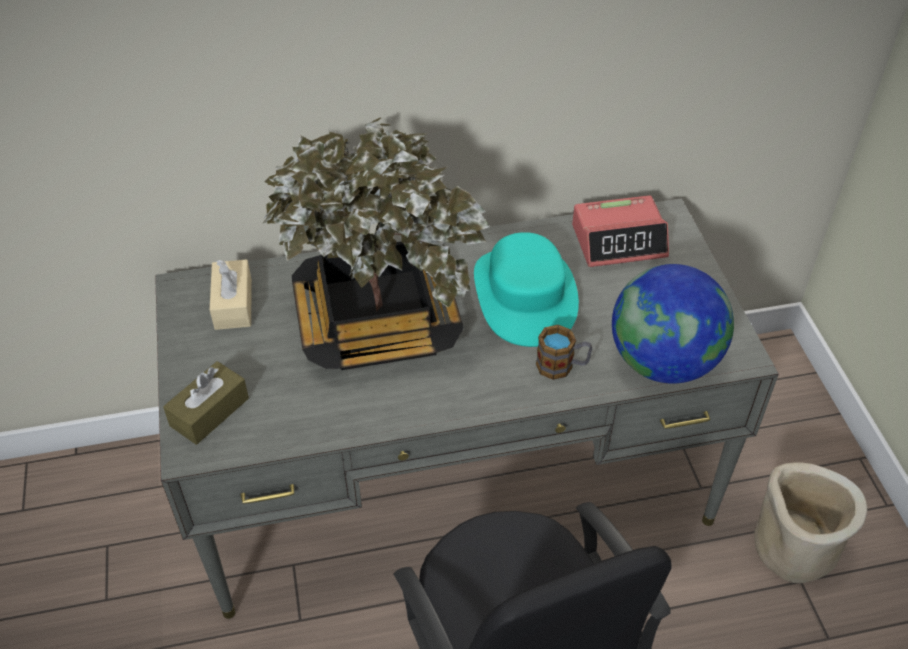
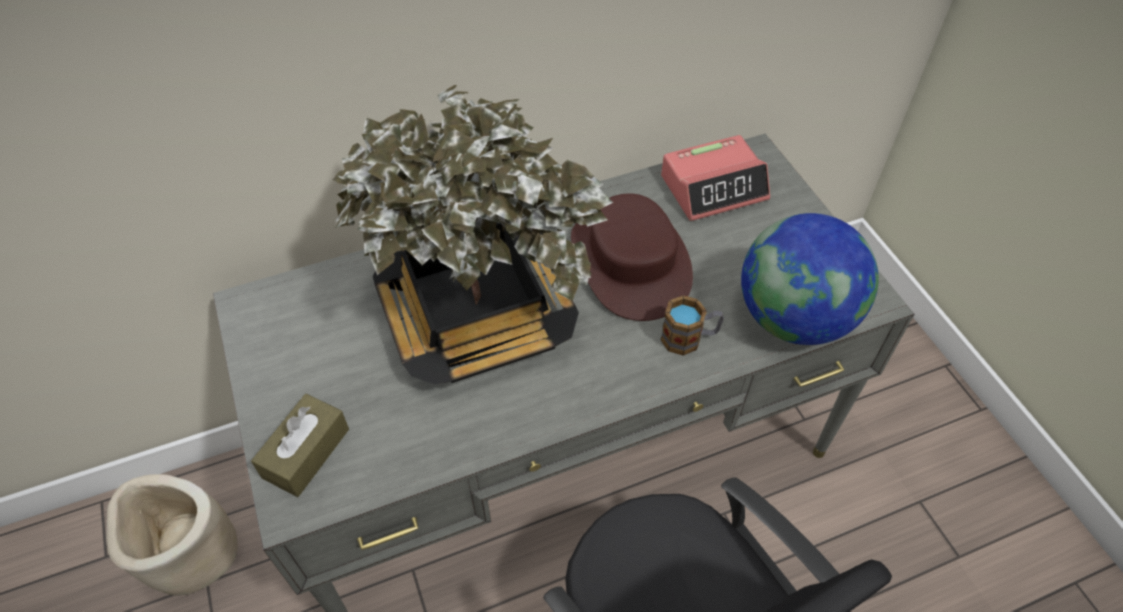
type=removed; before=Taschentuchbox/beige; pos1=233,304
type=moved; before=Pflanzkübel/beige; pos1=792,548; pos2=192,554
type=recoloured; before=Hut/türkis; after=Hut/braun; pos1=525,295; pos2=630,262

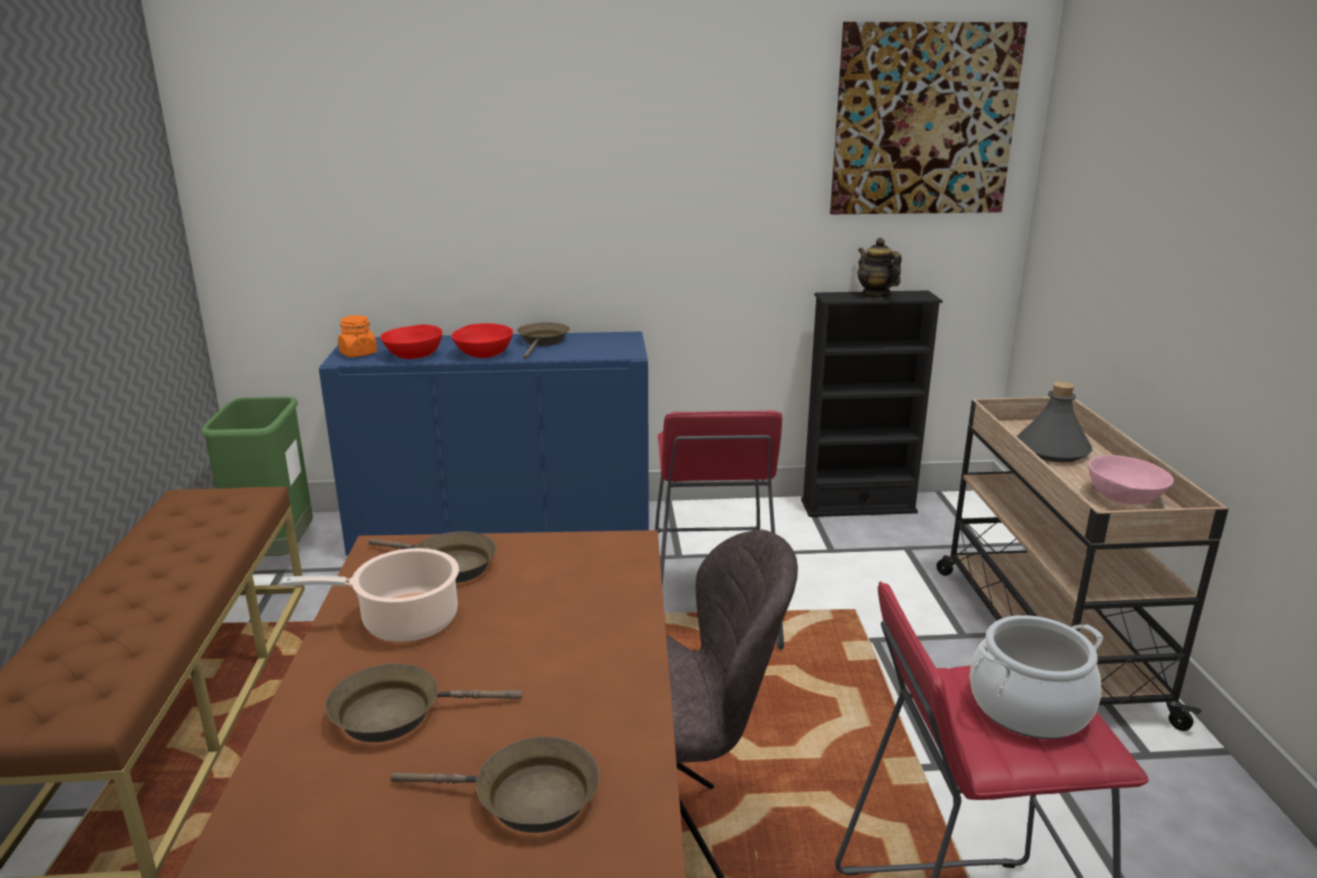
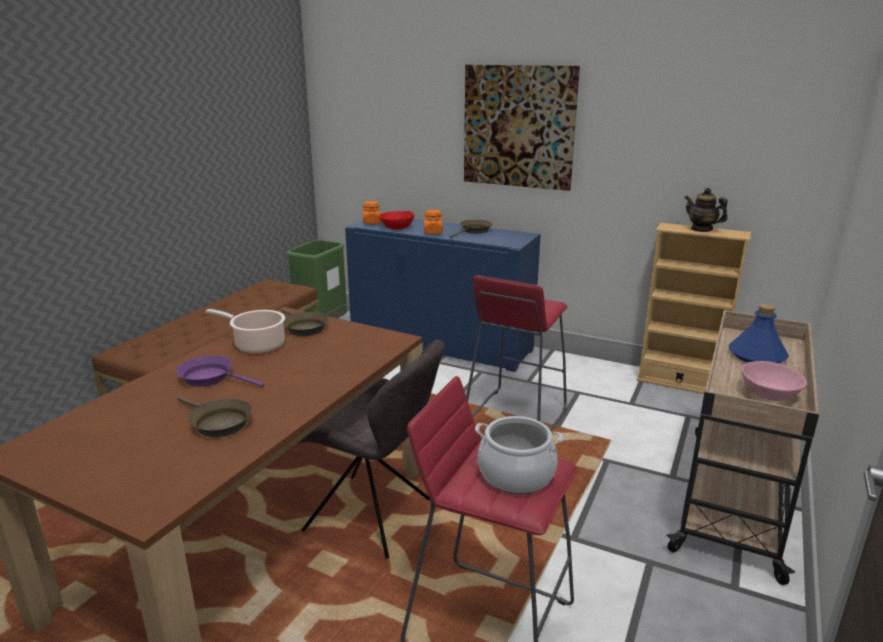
type=moved; before=Bild; pos1=924,120; pos2=518,127
type=replaced; before=Schüssel/rot; after=Vorratsglas/orange; pos1=484,354; pos2=433,232
type=recoloured; before=Pfanne/braun; after=Pfanne/lila; pos1=396,713; pos2=211,378
type=recoloured; before=Bücherregal/schwarz; after=Bücherregal/beige; pos1=858,506; pos2=679,383
type=recoloured; before=Flasche/grau; after=Flasche/blau; pos1=1051,450; pos2=756,356
type=turned; before=Teekanne; pos1=875,295; pos2=701,229; turn=-45

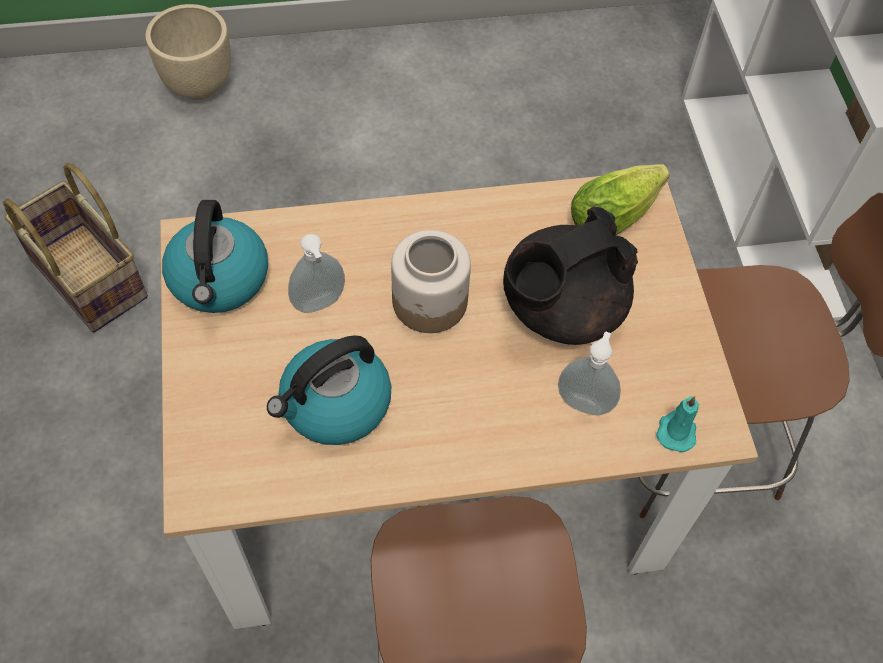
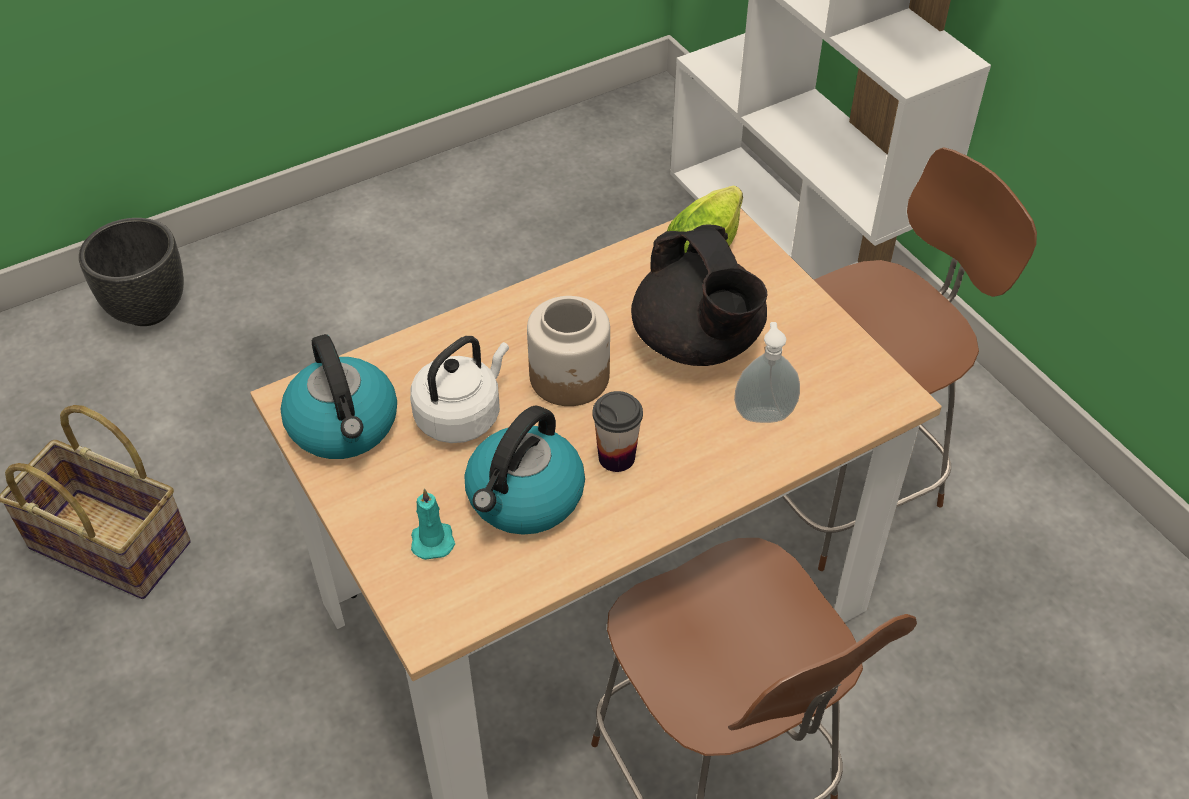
type=added; after=Tasse; pos2=616,457
type=moved; before=Kerze/türkis; pos1=676,431; pos2=432,539
type=replaced; before=Seifenspender; after=Wasserkessel/weiß; pos1=320,305; pos2=461,415
type=recoloured; before=Pflanzkübel/beige; after=Pflanzkübel/schwarz; pos1=199,86; pos2=149,310
type=turned; before=Teekanne/schwarz; pos1=560,309; pos2=698,343; turn=-60

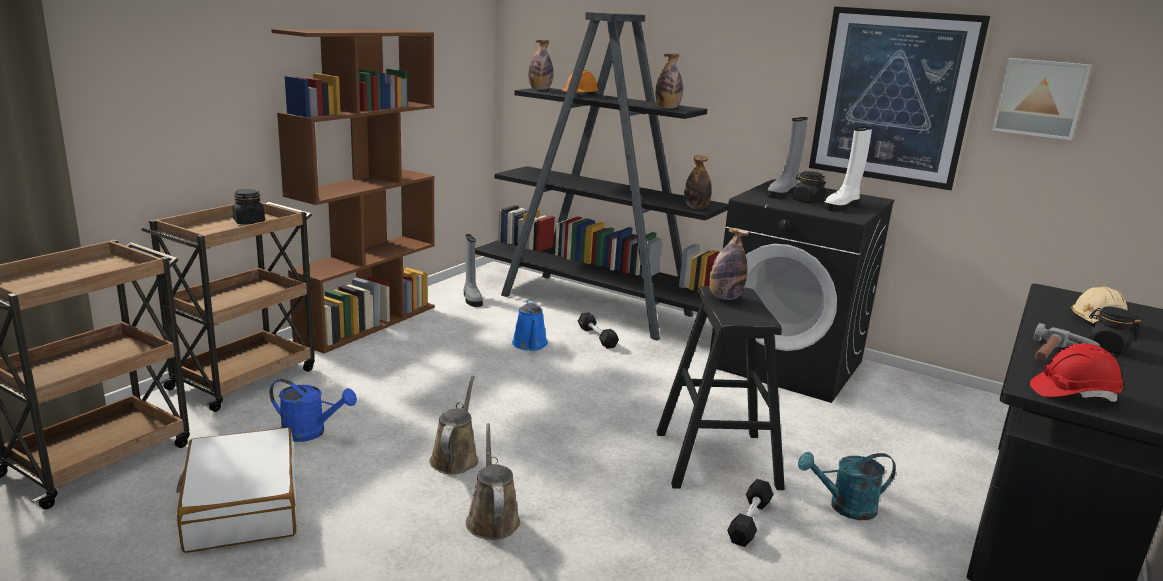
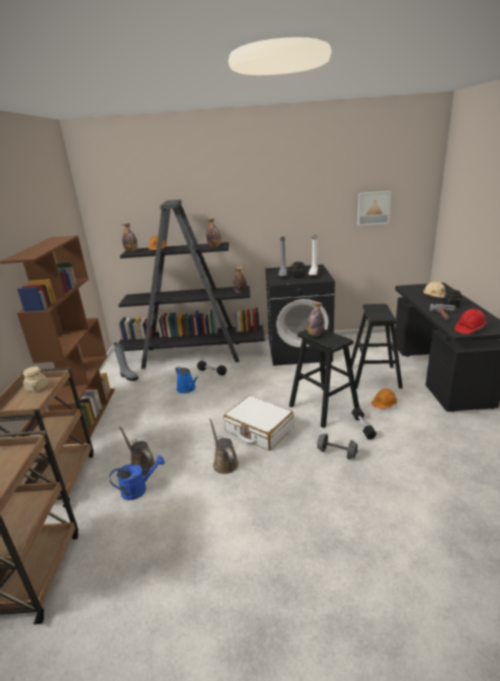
type=removed; before=Bild; pos1=893,97
type=added; after=Hantel/grau; pos2=336,453
type=added; after=Hocker/schwarz; pos2=374,377
type=moved; before=Koffer/weiß; pos1=241,506; pos2=259,430
type=moved; before=Gießkanne/braun; pos1=492,519; pos2=141,466
type=replaced; before=Gießkanne/türkis; after=Schutzhelm/orange; pos1=844,507; pos2=384,404
type=recoloured; before=Vorratsglas/schwarz; after=Vorratsglas/beige; pos1=249,222; pos2=36,387

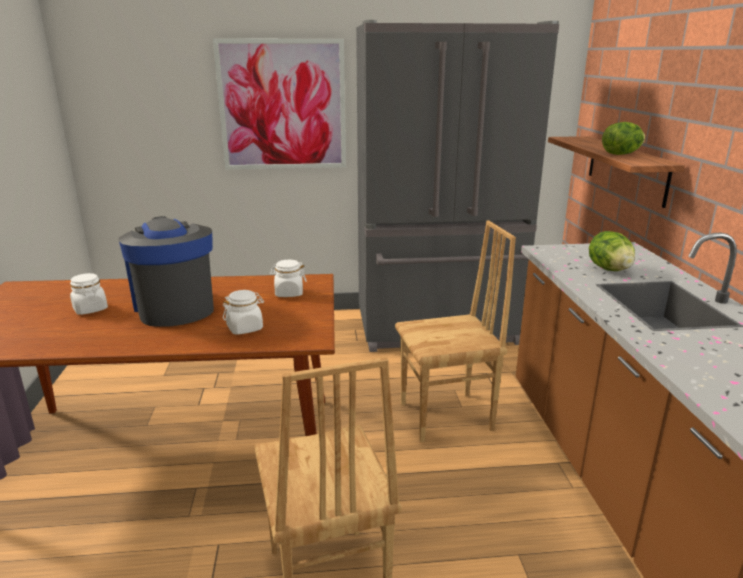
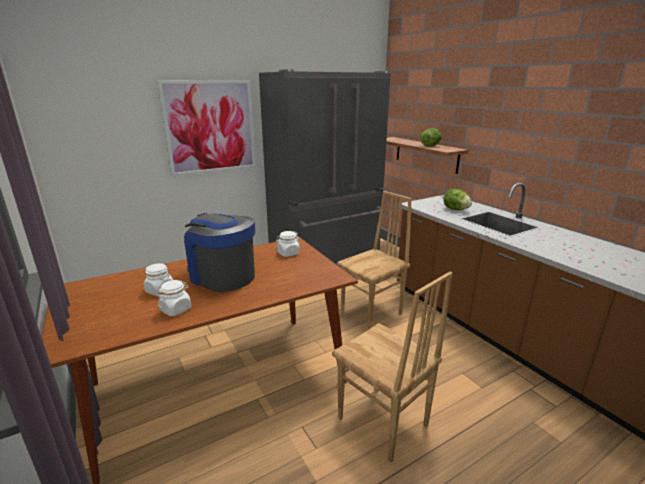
type=moved; before=Vorratsglas/weiß; pos1=245,328; pos2=176,309

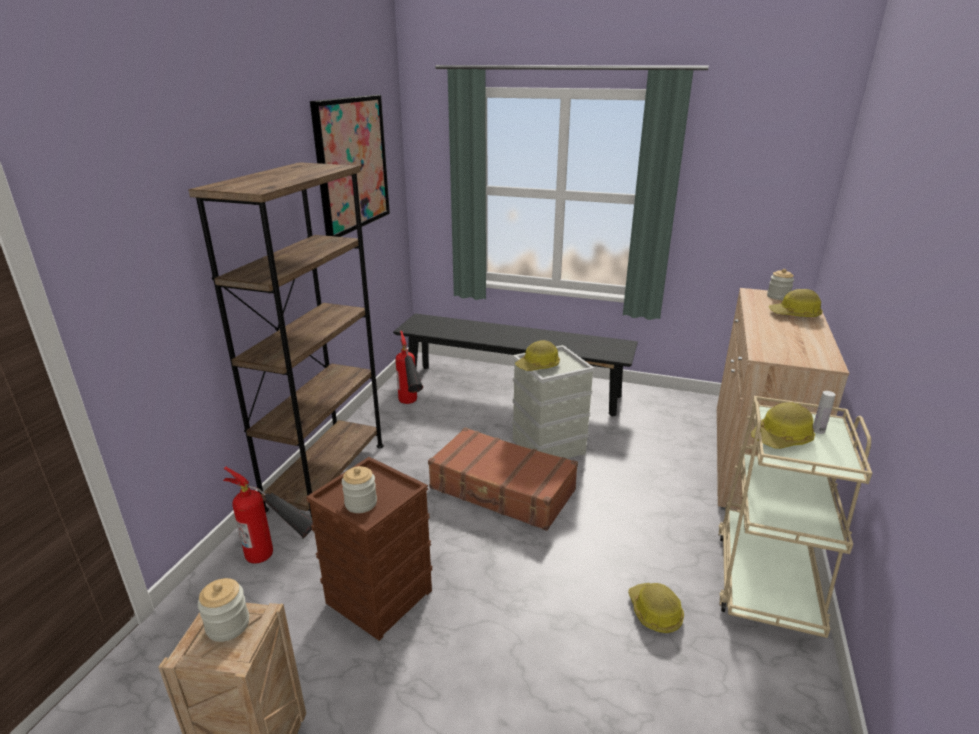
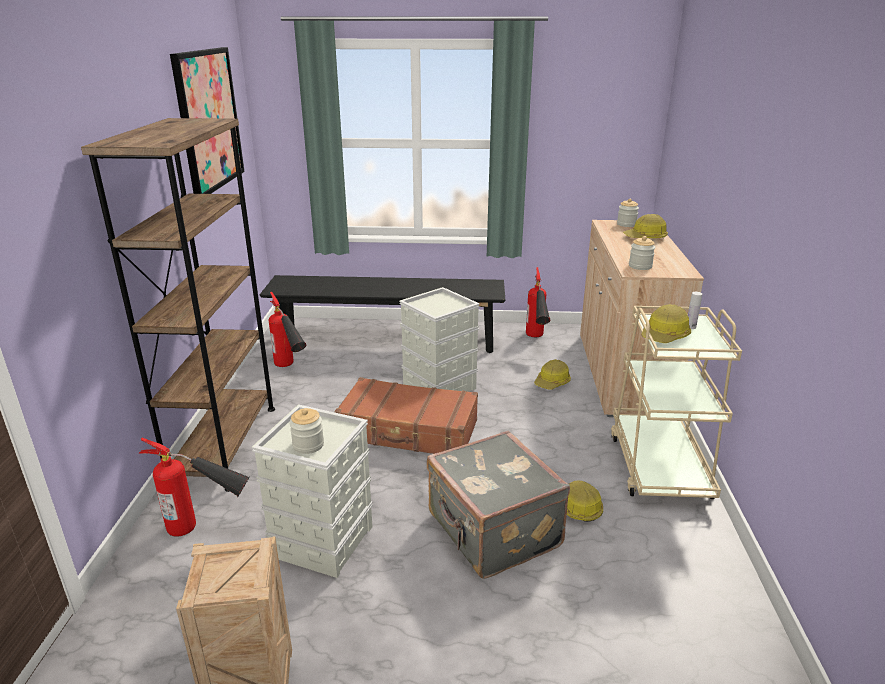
type=added; after=Koffer/grau; pos2=492,532
type=added; after=Feuerlöscher; pos2=536,341
type=moved; before=Vorratsglas; pos1=228,625; pos2=640,266
type=moved; before=Schutzhelm; pos1=538,366; pos2=552,382
type=recoloured; before=Aufbewahrungsbox/braun; after=Aufbewahrungsbox/grau; pos1=379,595; pos2=322,540

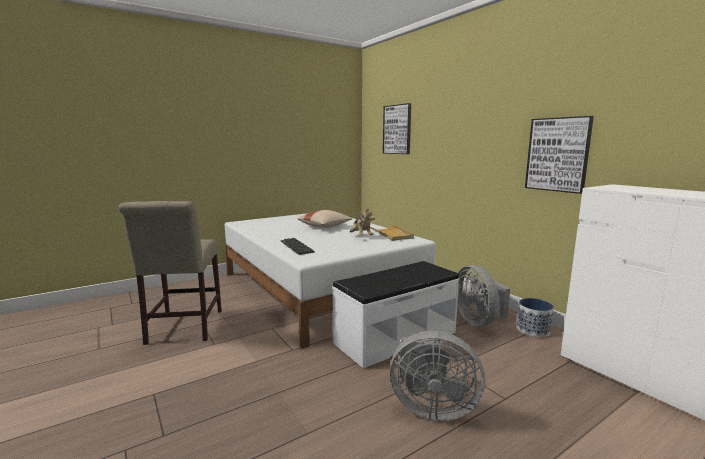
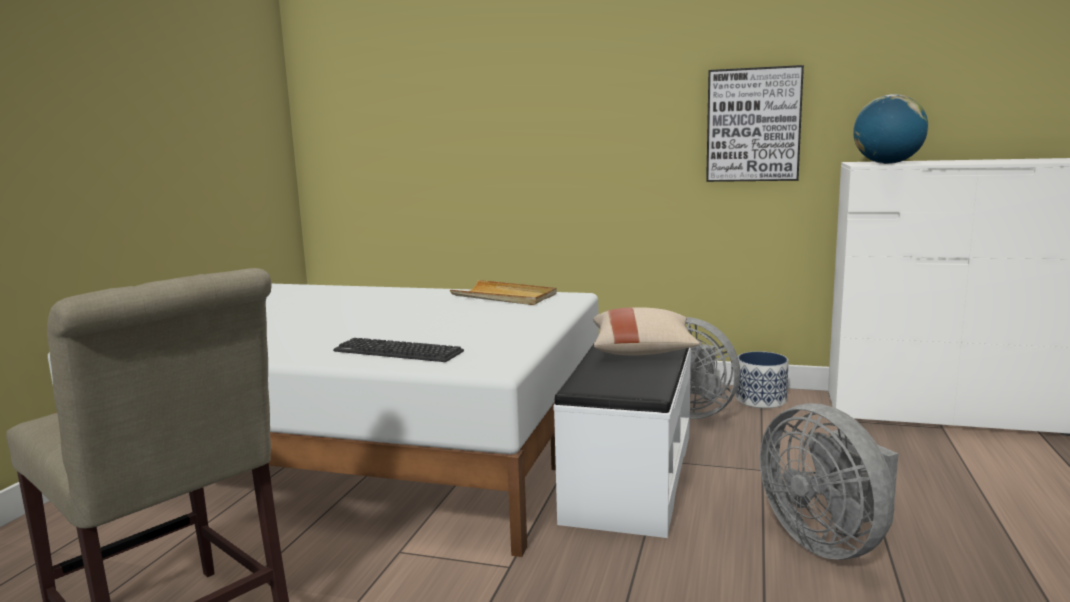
type=removed; before=Plüschtier; pos1=360,236
type=removed; before=Bild; pos1=397,129
type=added; after=Globus; pos2=887,163
type=moved; before=Kissen/beige; pos1=325,227; pos2=642,351
type=turned; before=Ventilator/grau; pos1=431,407; pos2=828,541; turn=90

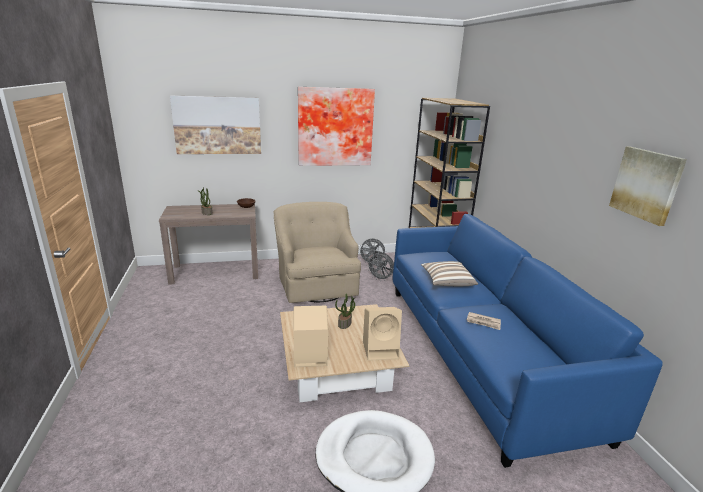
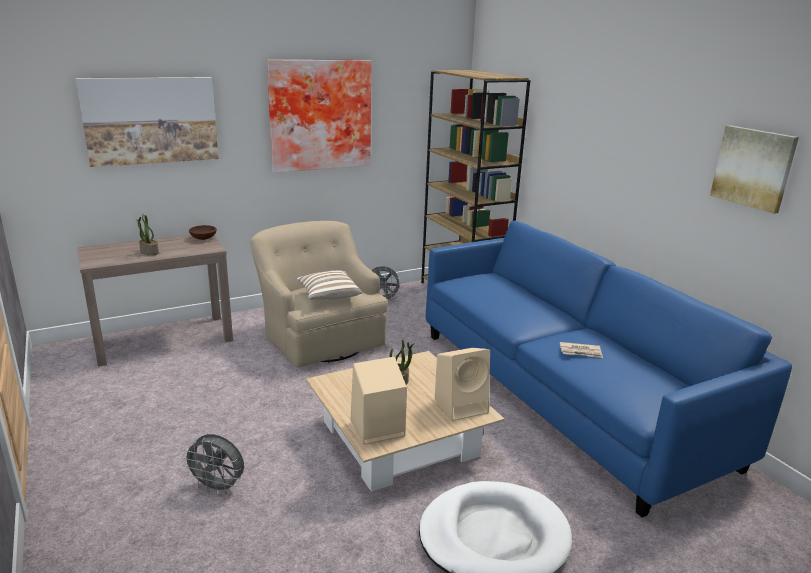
type=moved; before=Ventilator/grau; pos1=380,279; pos2=218,487
type=moved; before=Kissen; pos1=447,282; pos2=328,295

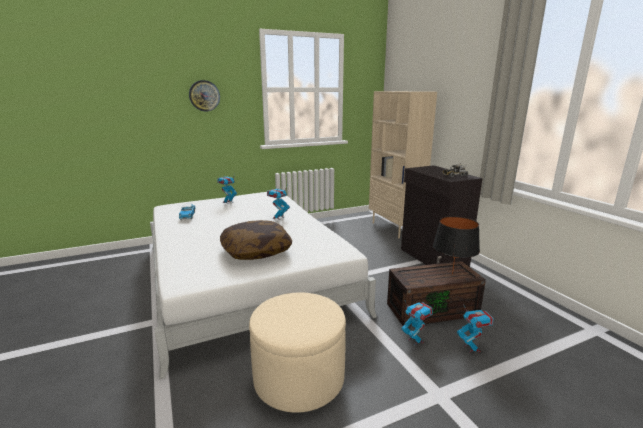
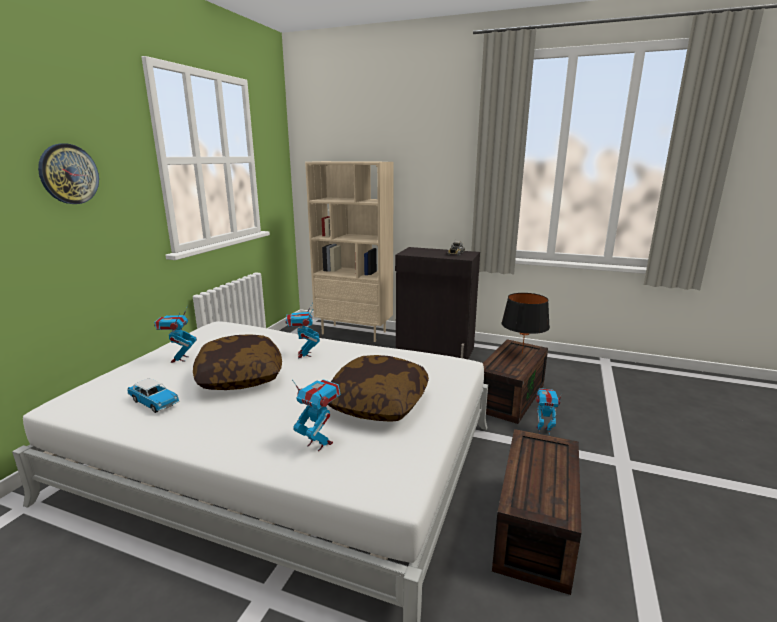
type=added; after=Kissen; pos2=240,377
type=moved; before=Spielzeugroboter; pos1=471,348; pos2=319,443
type=replaced; before=Polsterhocker/beige; after=Aufbewahrungsbox/braun; pos1=299,378; pos2=533,526

